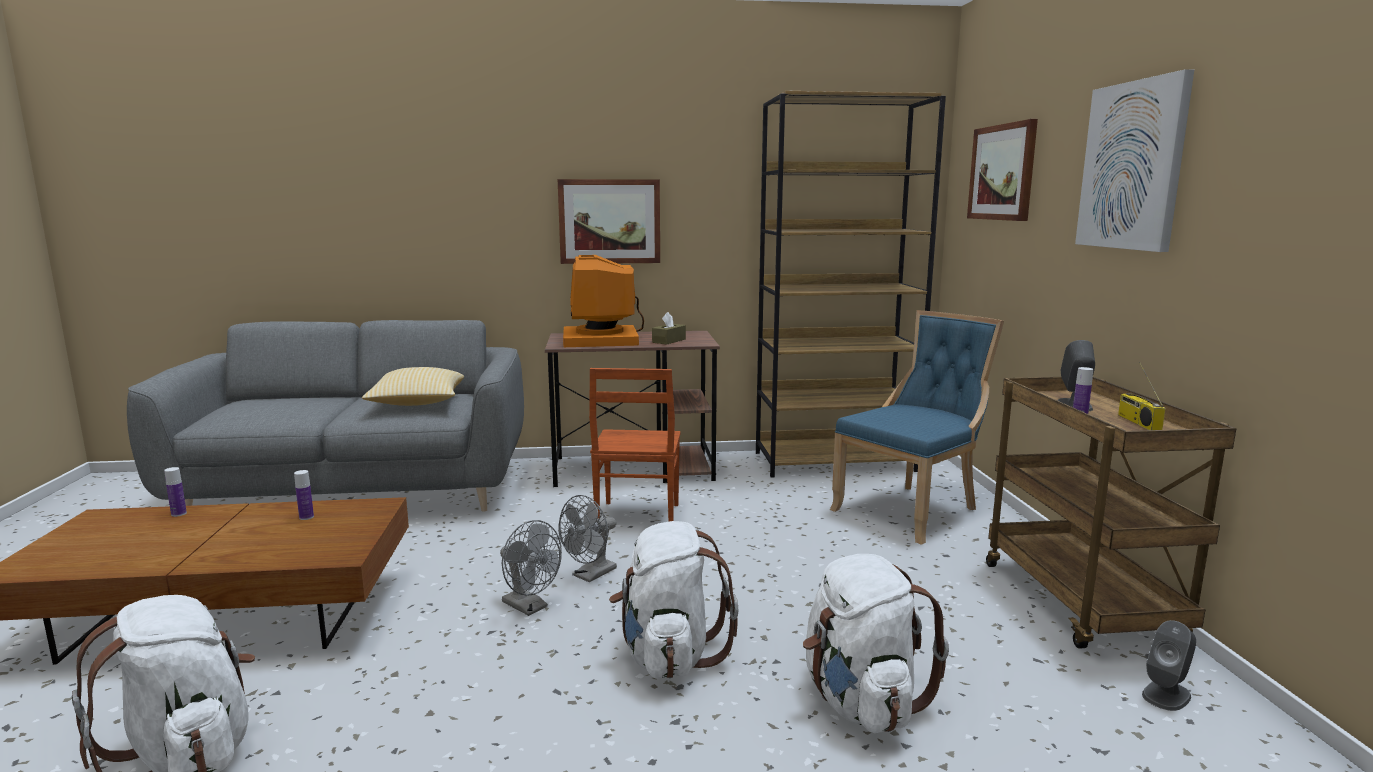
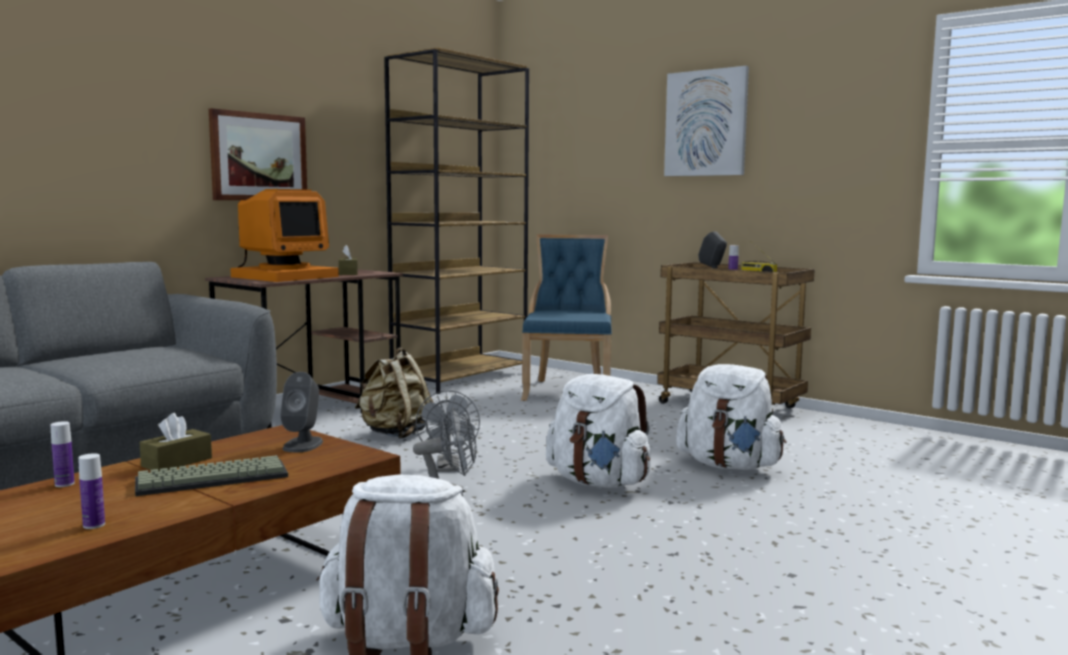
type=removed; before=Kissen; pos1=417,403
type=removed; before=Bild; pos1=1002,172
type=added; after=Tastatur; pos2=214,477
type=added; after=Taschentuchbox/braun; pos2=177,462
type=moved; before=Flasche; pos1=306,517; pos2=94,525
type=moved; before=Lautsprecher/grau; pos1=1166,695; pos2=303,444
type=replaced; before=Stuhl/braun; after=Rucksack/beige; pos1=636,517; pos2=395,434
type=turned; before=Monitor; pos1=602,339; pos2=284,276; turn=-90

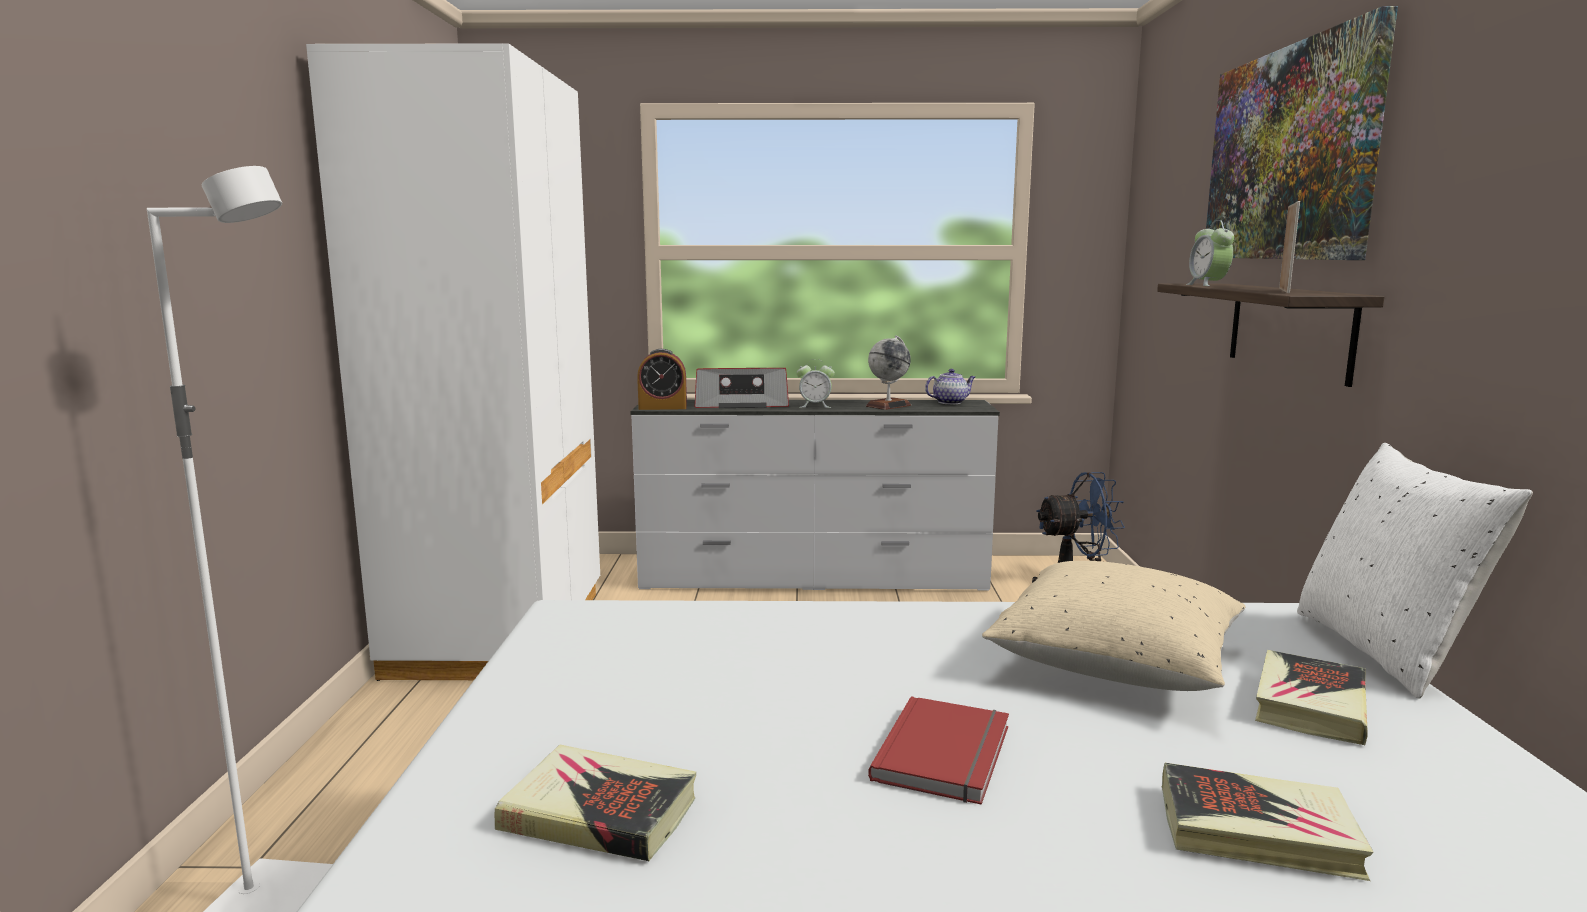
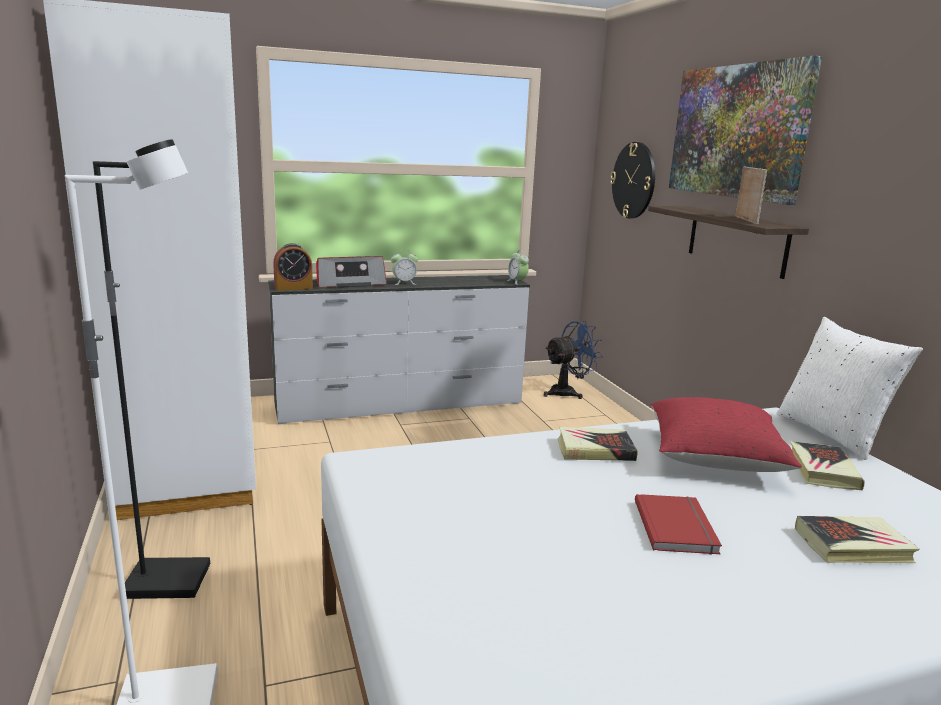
type=removed; before=Globus; pos1=888,406
type=removed; before=Teekanne; pos1=950,402
type=added; after=Stehlampe/schwarz; pos2=169,580
type=added; after=Wanduhr; pos2=634,180
type=moved; before=Buch; pos1=599,813; pos2=595,450
type=moved; before=Wecker; pos1=1208,285; pos2=517,282
type=recoloured; before=Kissen/beige; after=Kissen/rot; pos1=1115,664; pos2=715,458

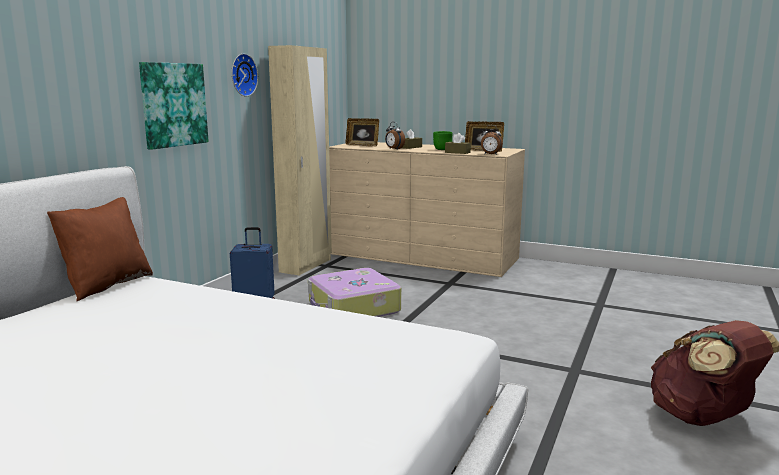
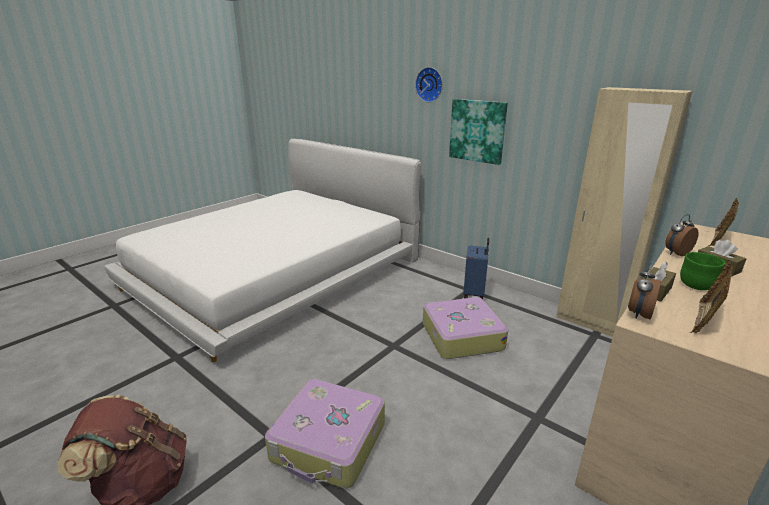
type=removed; before=Kissen/braun; pos1=106,285
type=added; after=Koffer; pos2=329,442
type=moved; before=Wanduhr; pos1=242,75; pos2=430,84

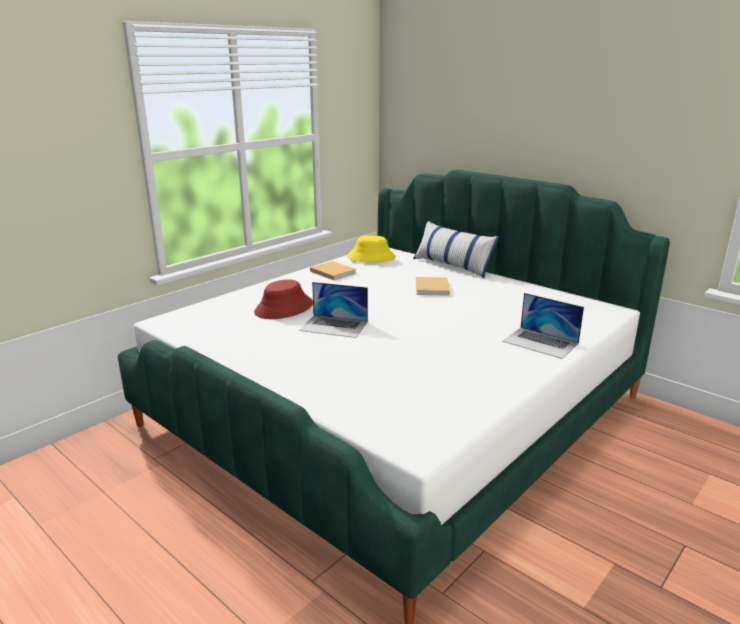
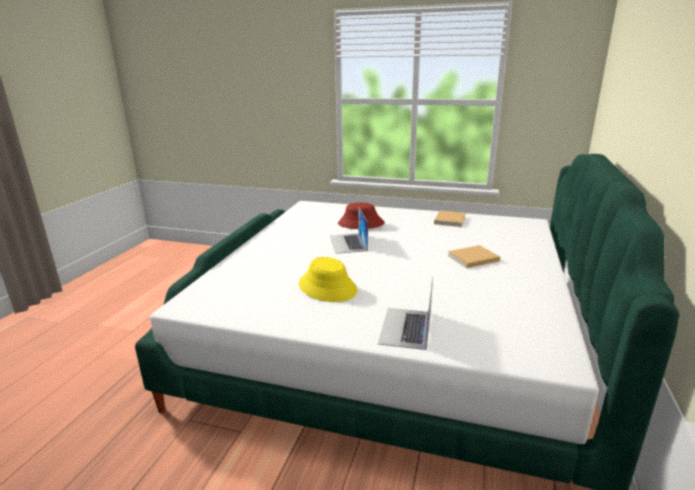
type=removed; before=Kissen; pos1=452,266
type=moved; before=Hut/gelb; pos1=371,257; pos2=328,287

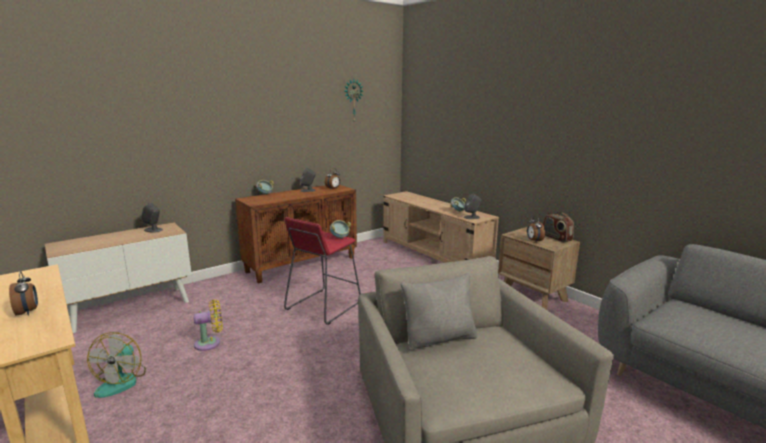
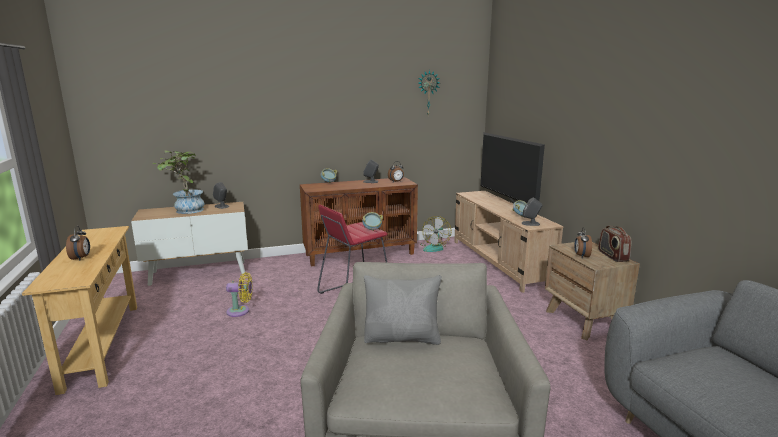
type=added; after=Topfpflanze; pos2=185,210
type=added; after=Fernseher; pos2=507,203
type=moved; before=Ventilator; pos1=122,381; pos2=434,247

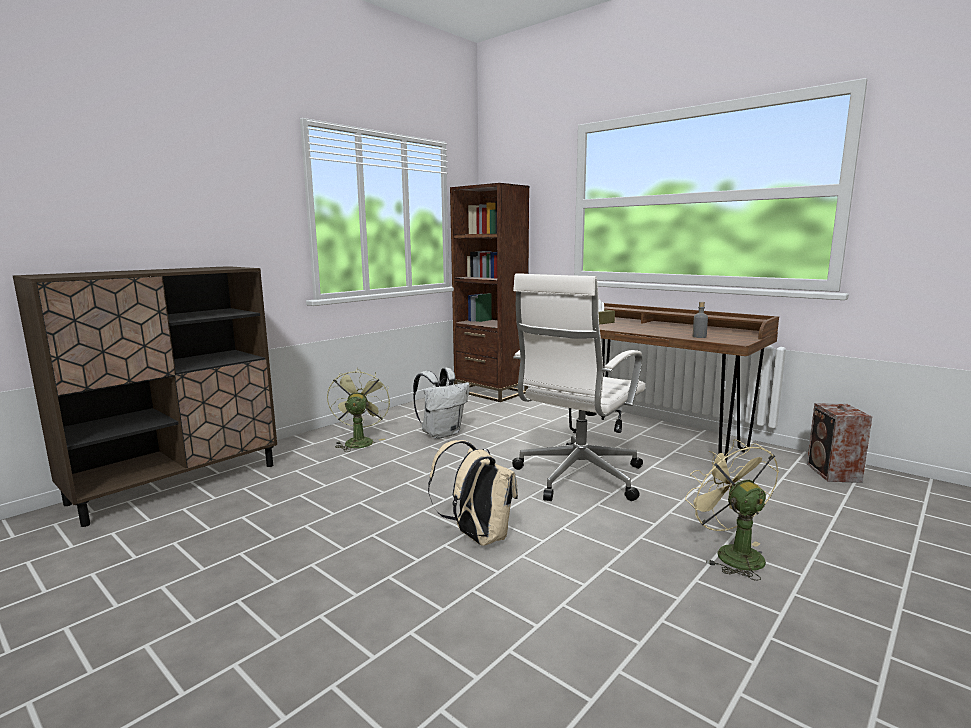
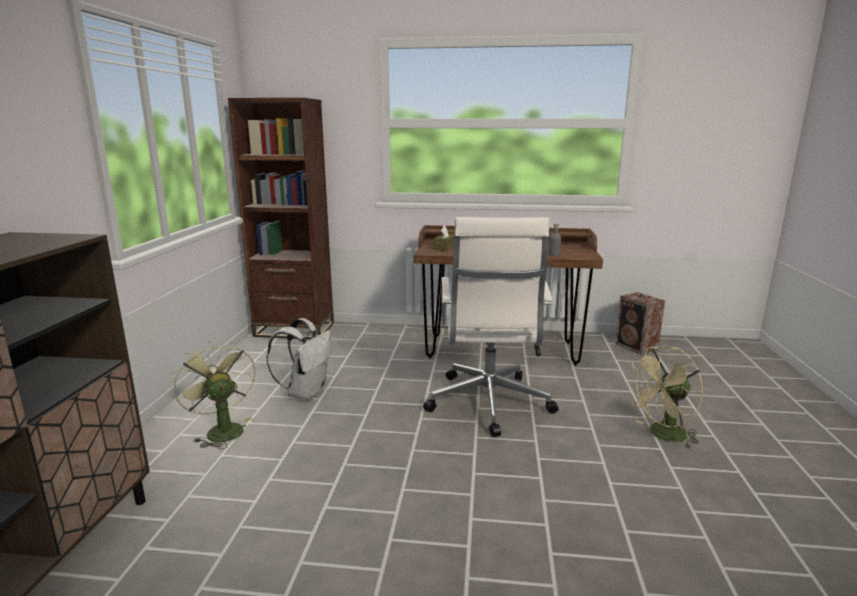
type=removed; before=Rucksack/beige; pos1=477,537
type=turned; before=Ventilator/beige; pos1=731,553; pos2=662,435; turn=-60

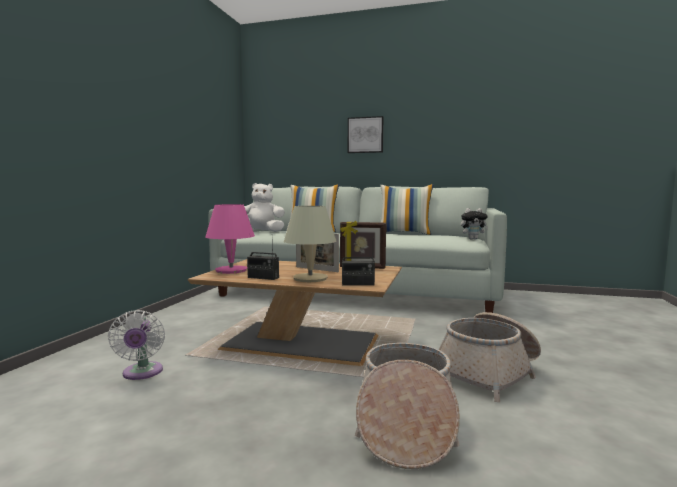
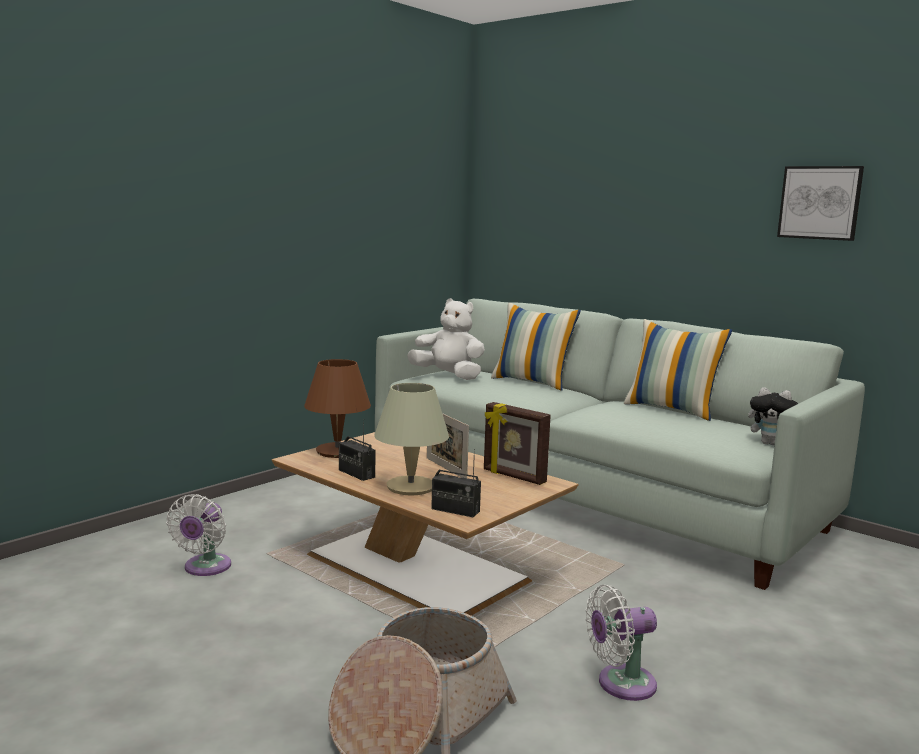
type=moved; before=Bild; pos1=365,135; pos2=820,203
type=replaced; before=Korb; after=Ventilator/weiß; pos1=488,373; pos2=620,684
type=recoloured; before=Tischlampe/rosa; after=Tischlampe/braun; pos1=231,270; pos2=338,451

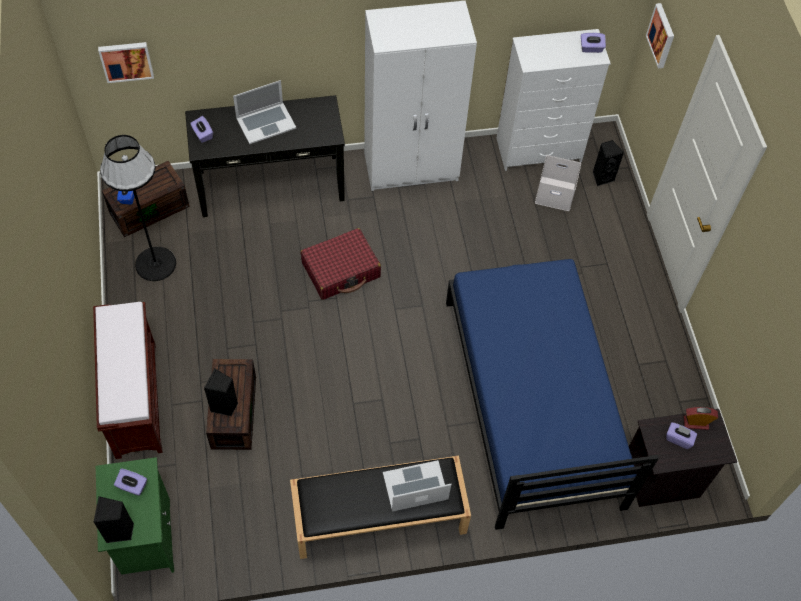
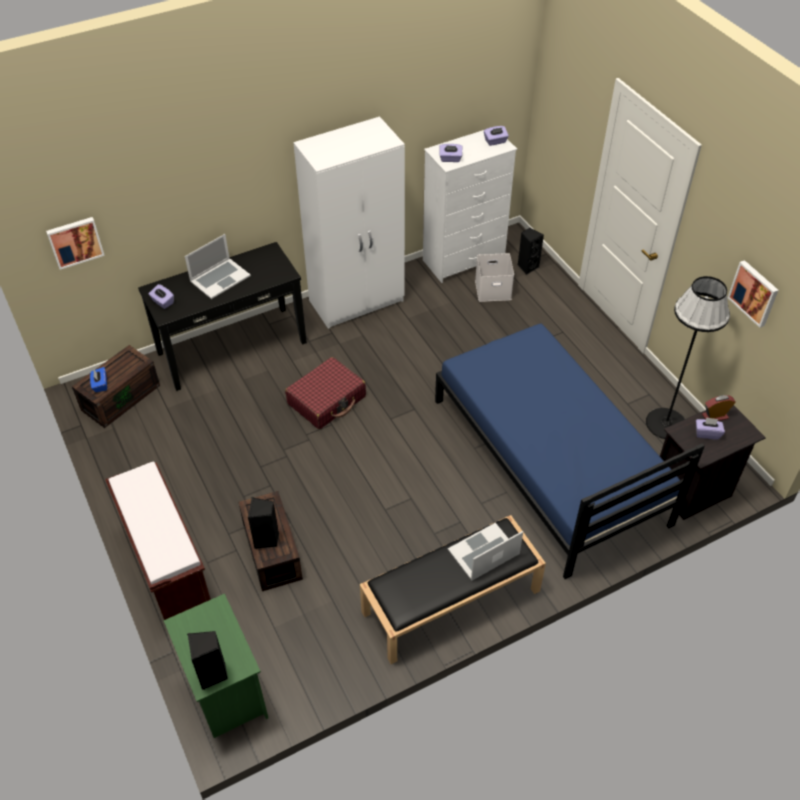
type=moved; before=Stehlampe/schwarz; pos1=156,264; pos2=666,423
type=moved; before=Taschentuchbox/lila; pos1=132,486; pos2=450,159
type=moved; before=Bild; pos1=662,35; pos2=754,293

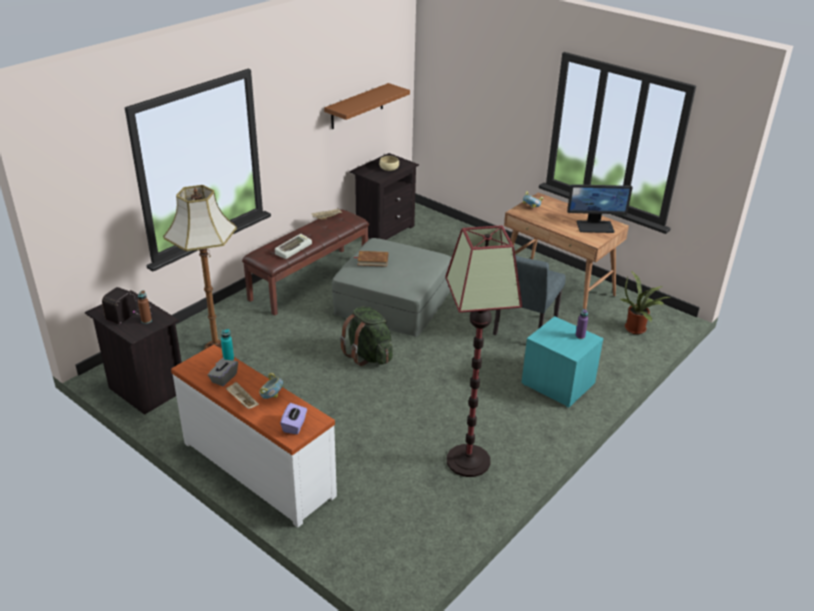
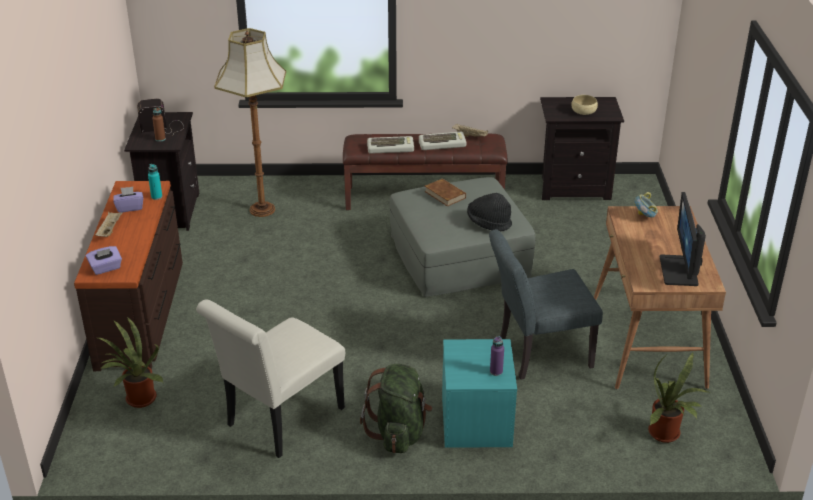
type=removed; before=Schüssel; pos1=272,397
type=removed; before=Wandregal/braun; pos1=357,106
type=added; after=Topfpflanze; pos2=138,400
type=added; after=Tastatur; pos2=442,144
type=added; after=Hut/schwarz; pos2=488,223
type=moved; before=Rucksack/grün; pos1=368,355; pos2=399,432
type=replaced; before=Stehlampe; after=Stuhl/weiß; pos1=468,461; pos2=280,421
type=recoloured; before=Kommode/weiß; after=Kommode/braun; pos1=259,467; pos2=142,314
type=recoloured; before=Taschentuchbox/grau; after=Taschentuchbox/lila; pos1=224,378; pos2=130,207
type=turned; before=Monitor; pos1=595,226; pos2=680,271; turn=45

